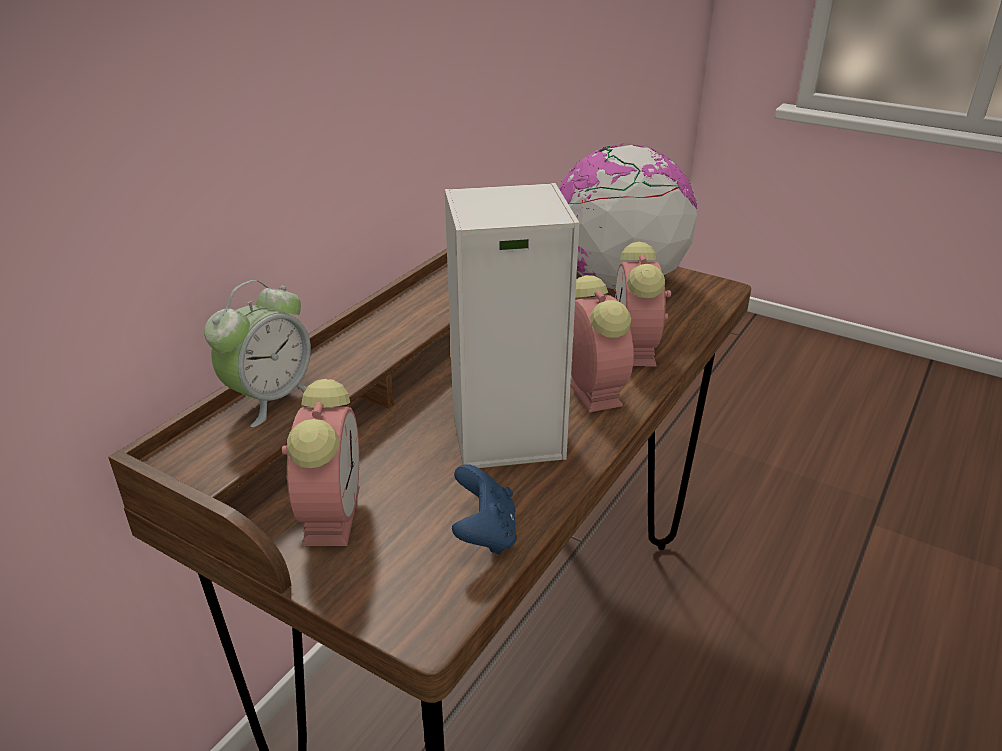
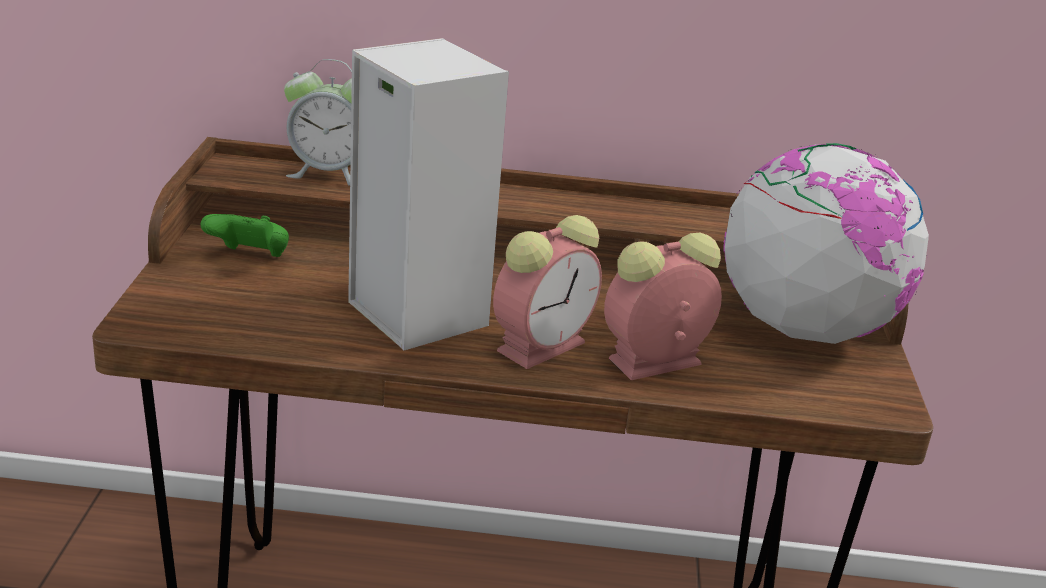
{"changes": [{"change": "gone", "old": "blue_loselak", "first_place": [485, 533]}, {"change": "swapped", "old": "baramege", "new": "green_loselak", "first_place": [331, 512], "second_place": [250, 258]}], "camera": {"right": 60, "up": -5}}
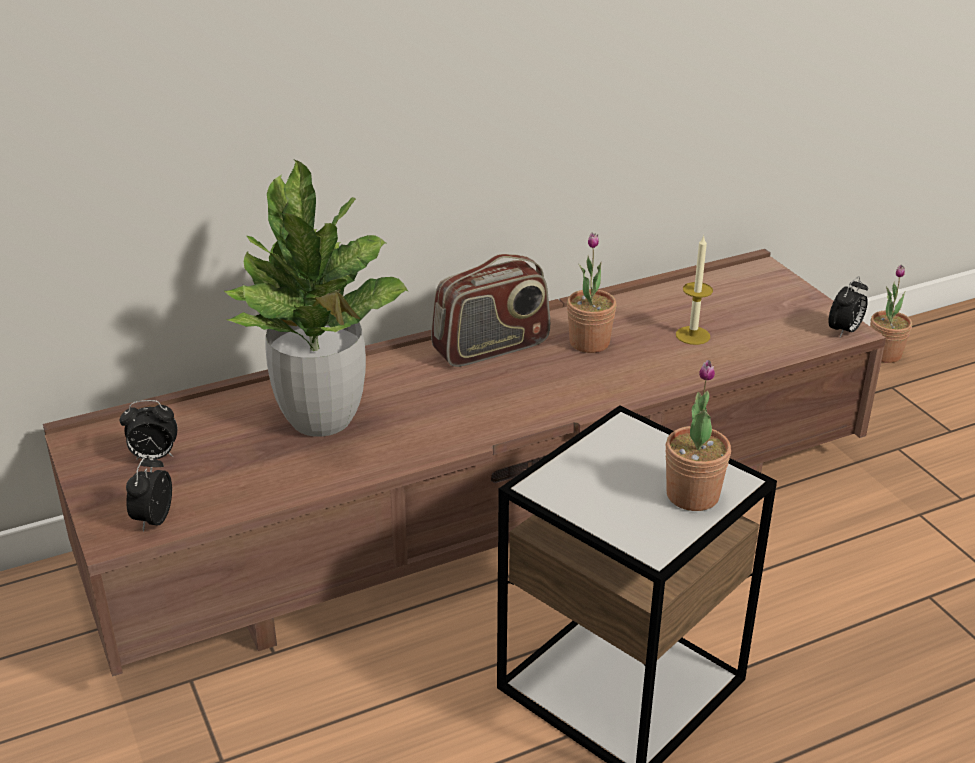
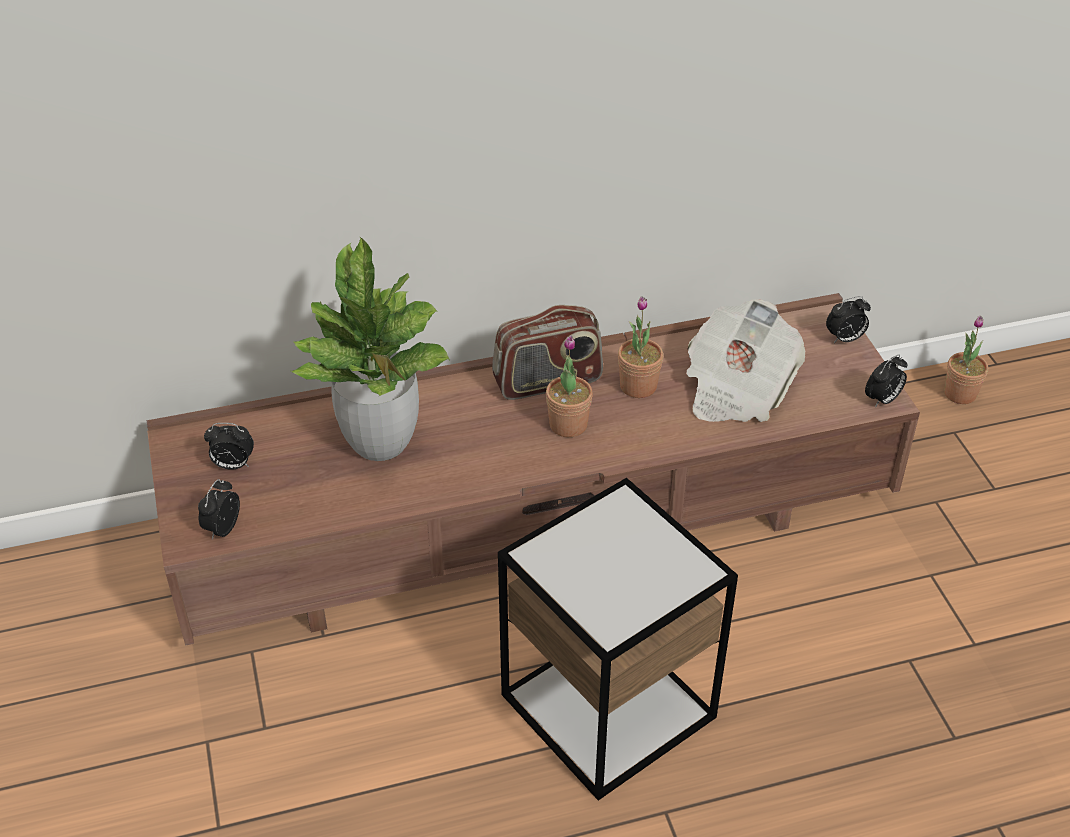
{"changes": [{"change": "new", "new": "baramege", "second_place": [844, 339]}, {"change": "shifted", "old": "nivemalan", "first_place": [692, 495], "second_place": [568, 425]}, {"change": "swapped", "old": "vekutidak", "new": "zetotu", "first_place": [693, 335], "second_place": [736, 388]}], "camera": {"right": 10, "up": 10}}
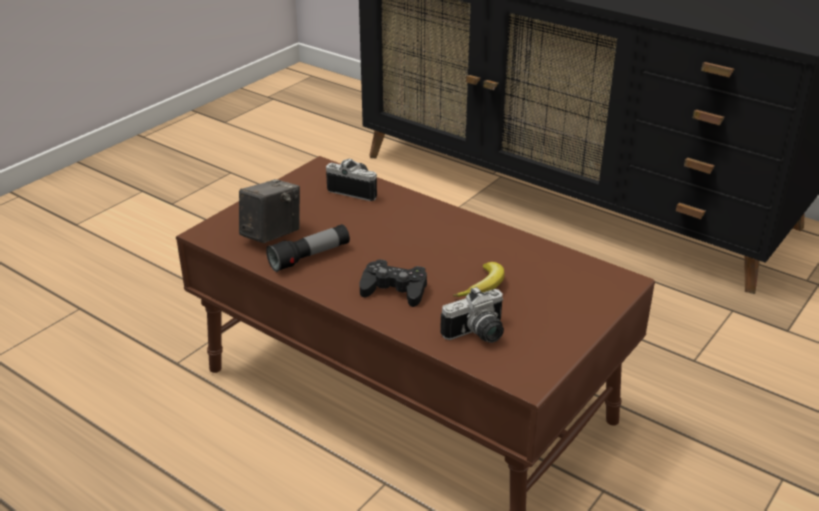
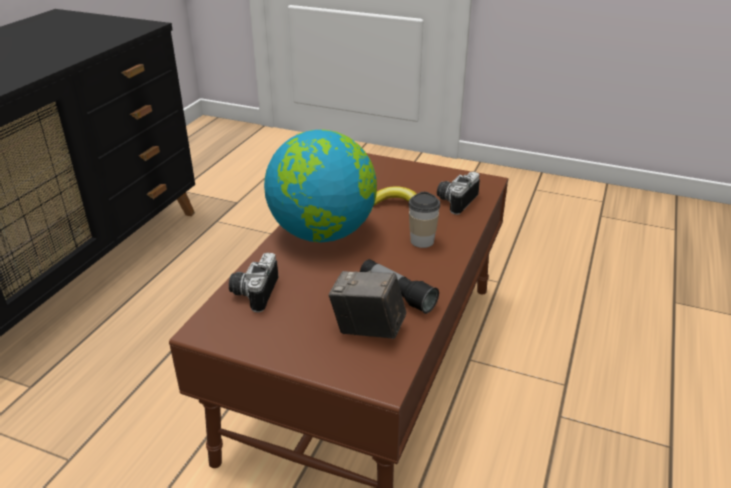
{"changes": [{"change": "new", "new": "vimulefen", "second_place": [323, 233]}, {"change": "swapped", "old": "black_loselak", "new": "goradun", "first_place": [394, 290], "second_place": [422, 241]}, {"change": "rotated", "old": "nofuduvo", "first_place": [478, 335], "second_place": [455, 201], "degrees": -105}], "camera": {"right": -105, "up": 0}}
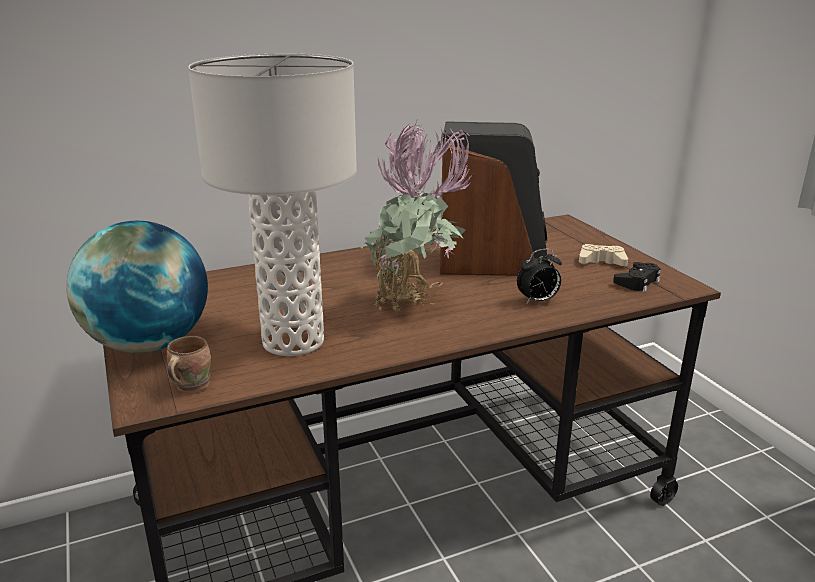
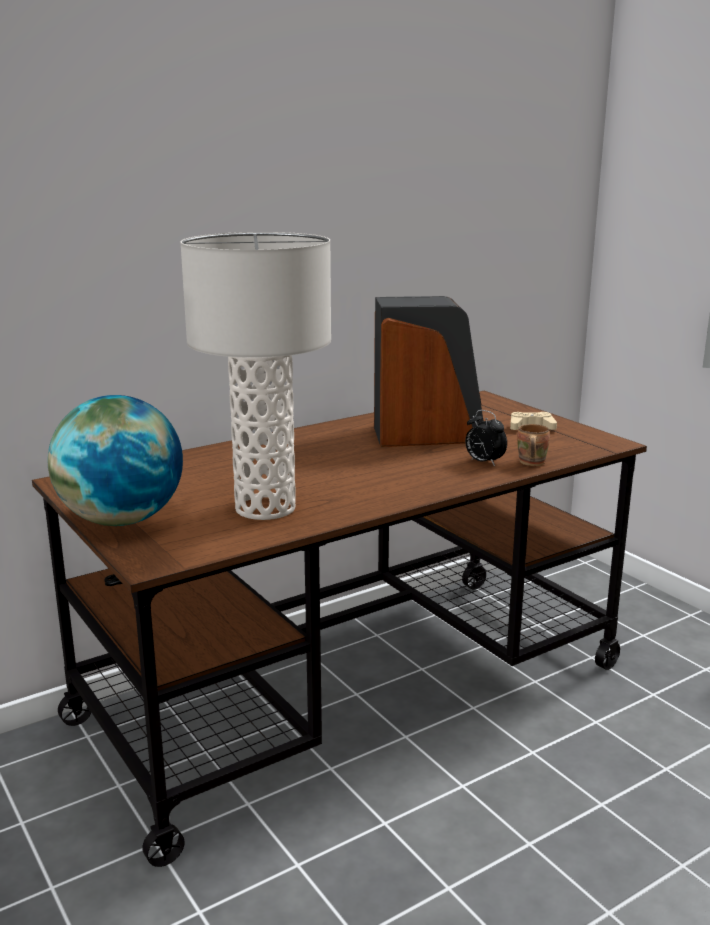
{"changes": [{"change": "gone", "old": "nivemalan", "first_place": [414, 308]}, {"change": "gone", "old": "black_loselak", "first_place": [637, 282]}, {"change": "shifted", "old": "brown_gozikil", "first_place": [189, 386], "second_place": [530, 463]}, {"change": "rotated", "old": "baramege", "first_place": [537, 301], "second_place": [483, 462], "degrees": 75}], "camera": {"right": -10, "up": -5}}
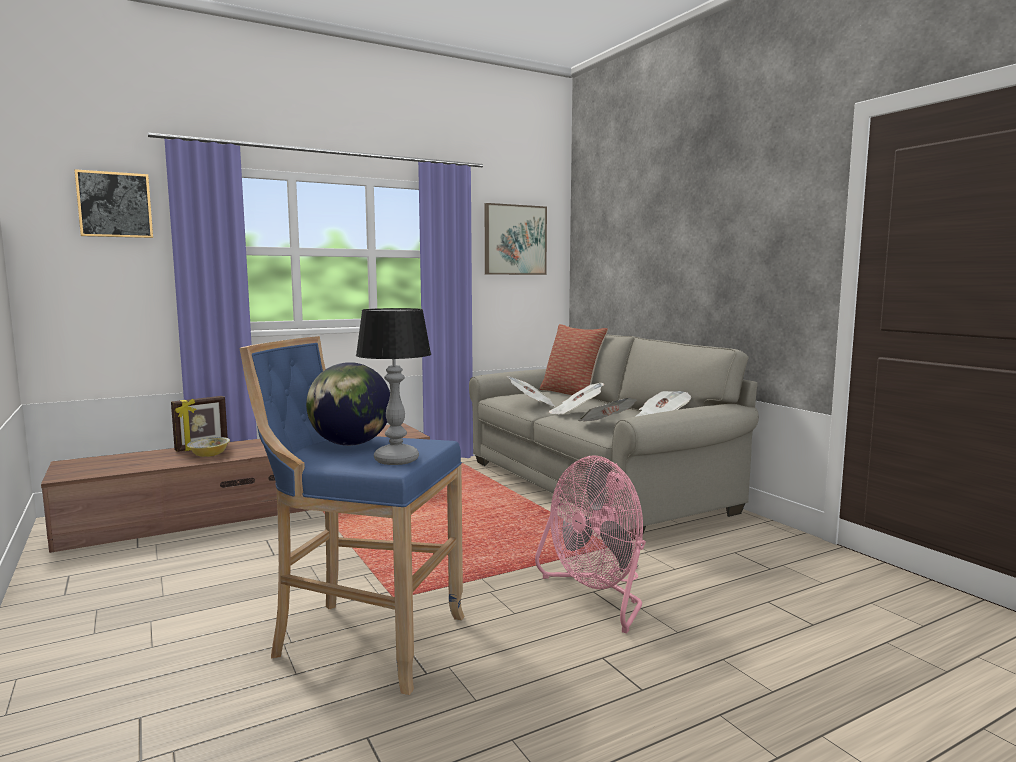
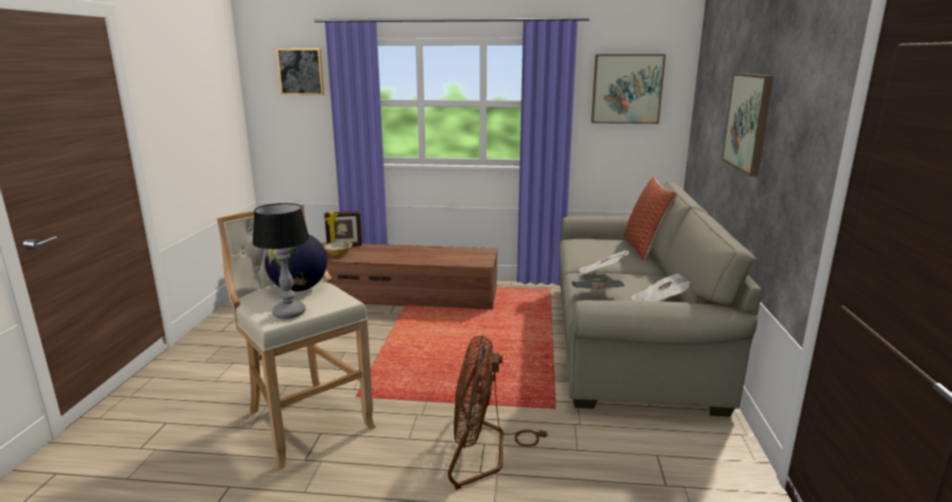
{"changes": [{"change": "gone", "old": "zetotu", "first_place": [532, 404]}, {"change": "new", "new": "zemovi", "second_place": [748, 122]}, {"change": "repainted", "old": "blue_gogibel", "new": "beige_gogibel", "first_place": [363, 639], "second_place": [304, 420]}, {"change": "repainted", "old": "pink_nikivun", "new": "brown_nikivun", "first_place": [600, 594], "second_place": [485, 448]}], "camera": {"right": 35, "up": 10}}
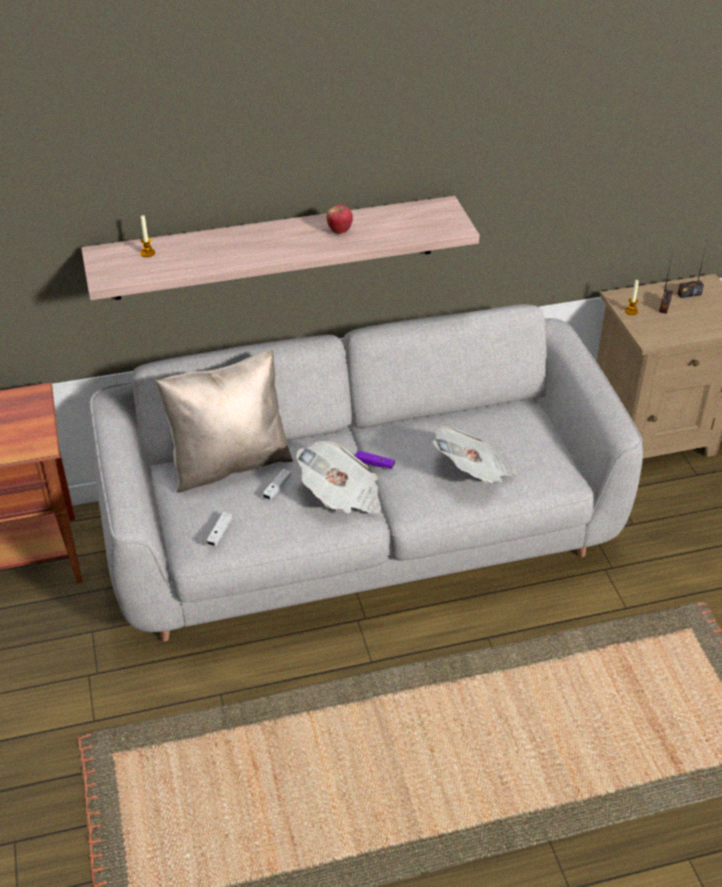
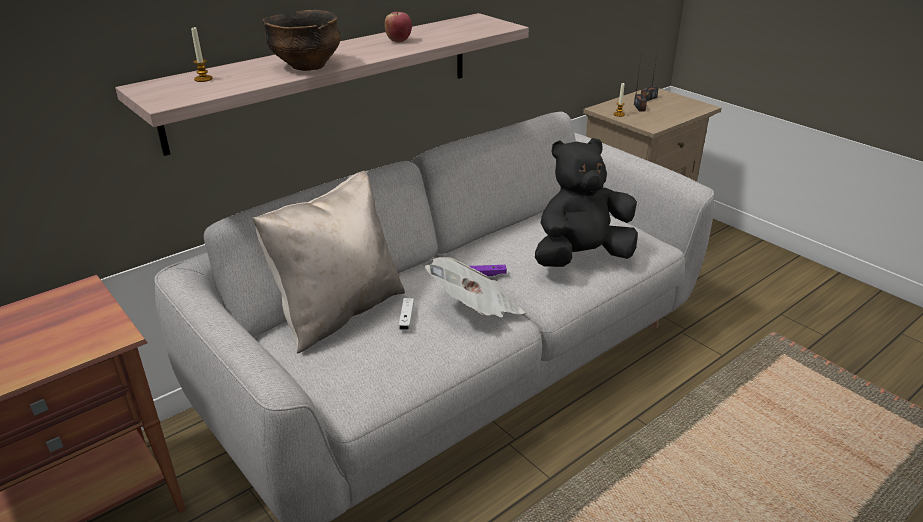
{"changes": [{"change": "gone", "old": "white_loselak", "first_place": [219, 533]}, {"change": "new", "new": "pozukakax", "second_place": [307, 66]}, {"change": "swapped", "old": "zetotu", "new": "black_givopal", "first_place": [474, 472], "second_place": [581, 257]}], "camera": {"right": -25, "up": -10}}
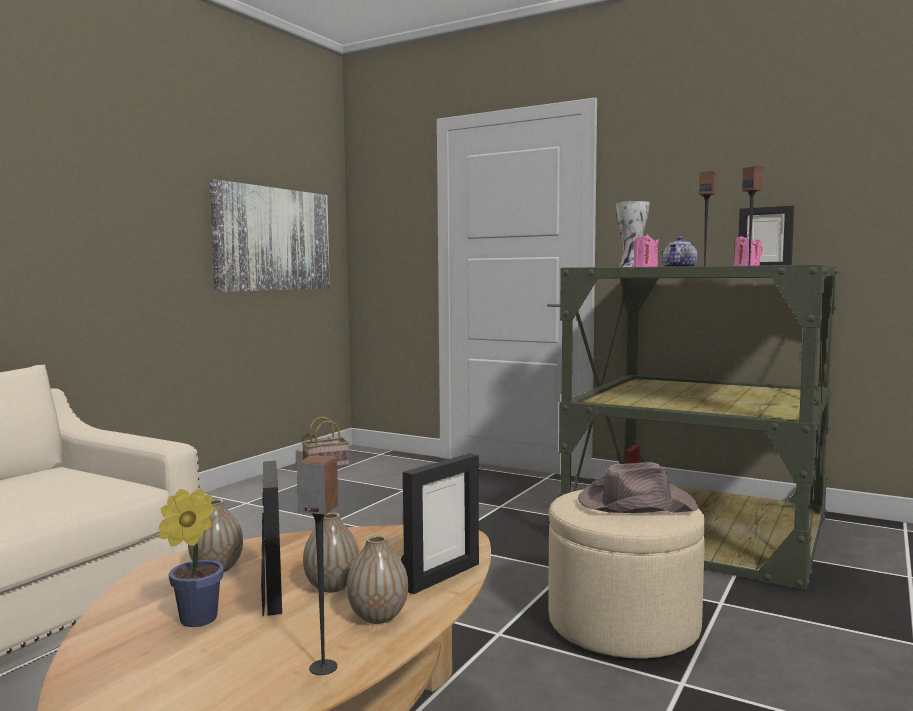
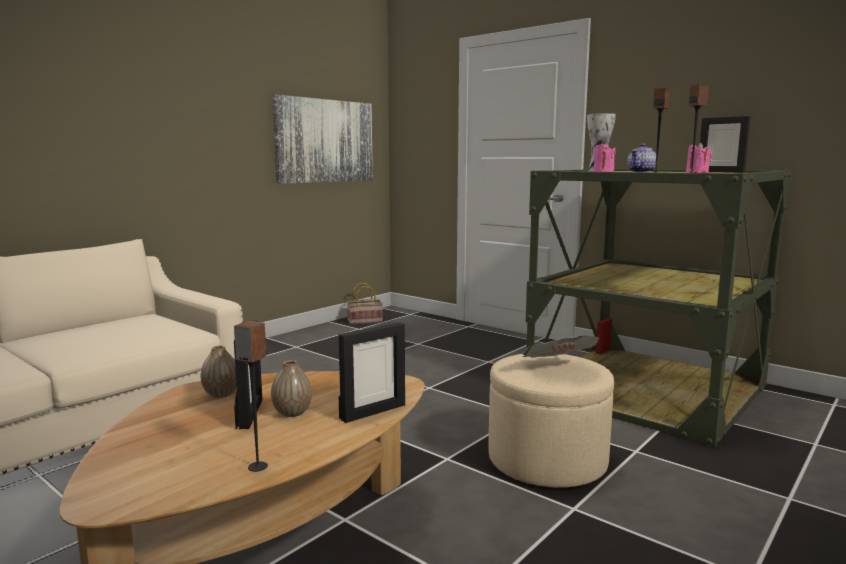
{"changes": [{"change": "gone", "old": "nivemalan", "first_place": [193, 620]}, {"change": "gone", "old": "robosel", "first_place": [378, 616]}, {"change": "swapped", "old": "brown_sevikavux", "new": "zetotu", "first_place": [635, 504], "second_place": [558, 367]}], "camera": {"right": 10, "up": 5}}
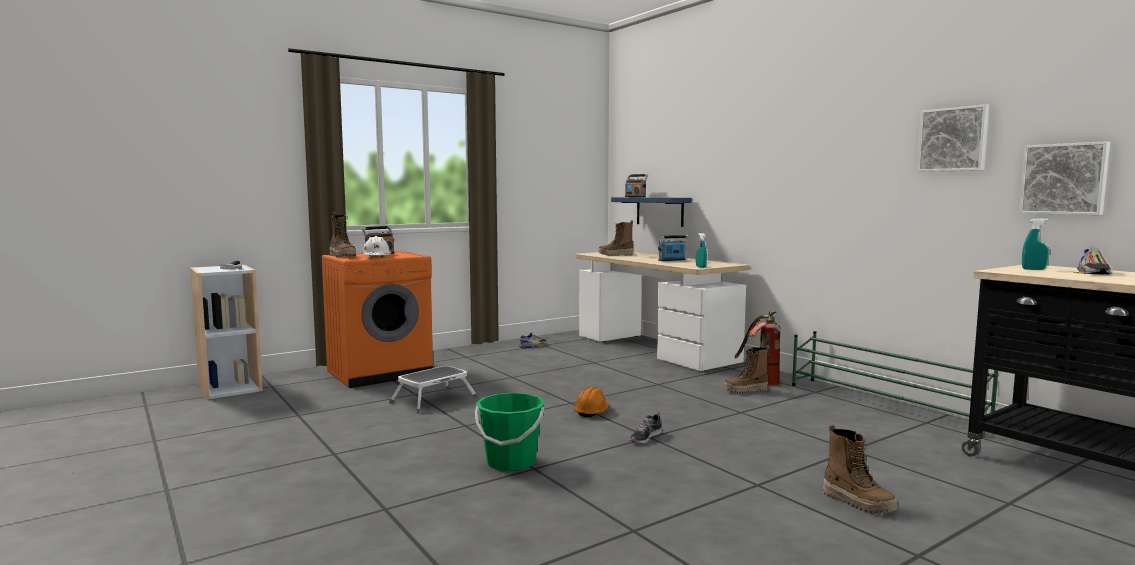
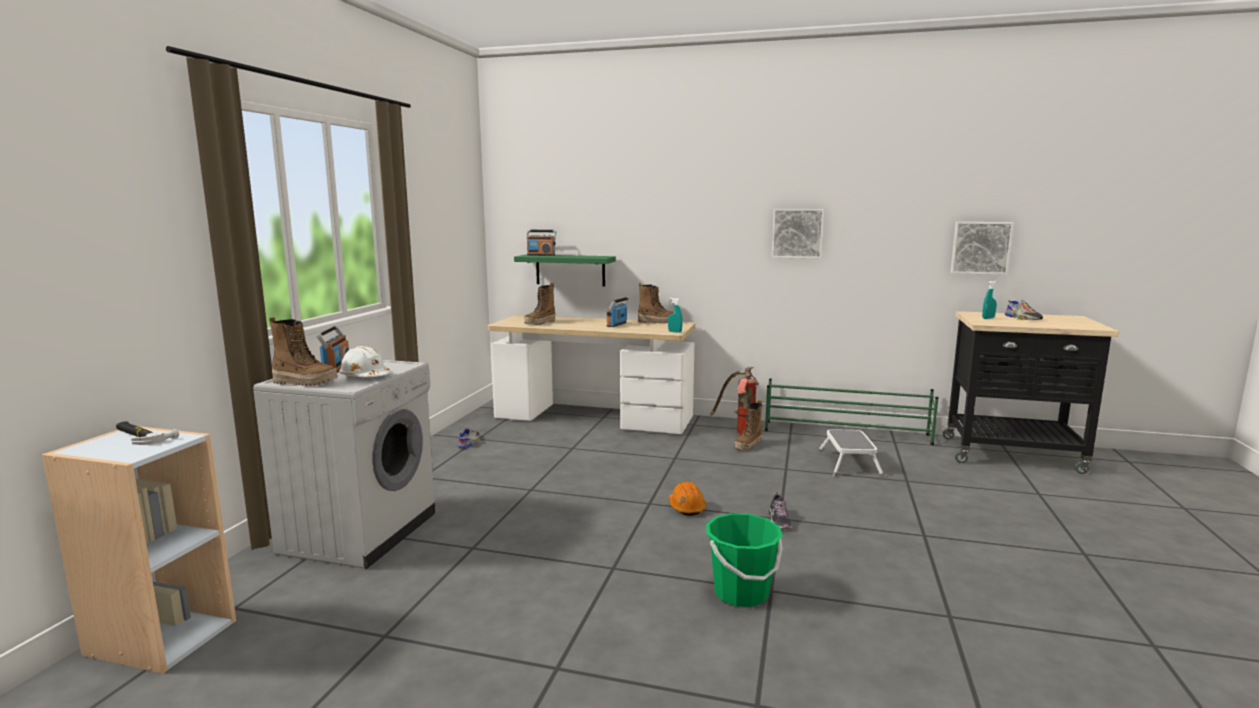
{"changes": [{"change": "shifted", "old": "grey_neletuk", "first_place": [434, 400], "second_place": [849, 463]}, {"change": "shifted", "old": "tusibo", "first_place": [858, 503], "second_place": [657, 322]}, {"change": "shifted", "old": "zemovi", "first_place": [953, 139], "second_place": [797, 233]}, {"change": "repainted", "old": "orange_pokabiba", "new": "white_pokabiba", "first_place": [381, 373], "second_place": [363, 533]}, {"change": "repainted", "old": "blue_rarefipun", "new": "green_rarefipun", "first_place": [659, 211], "second_place": [570, 270]}], "camera": {"right": -40, "up": 5}}
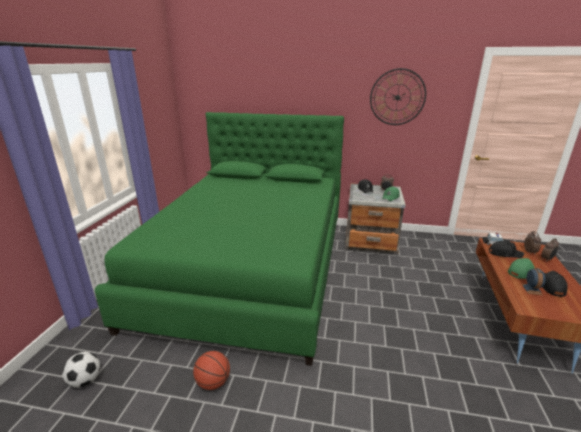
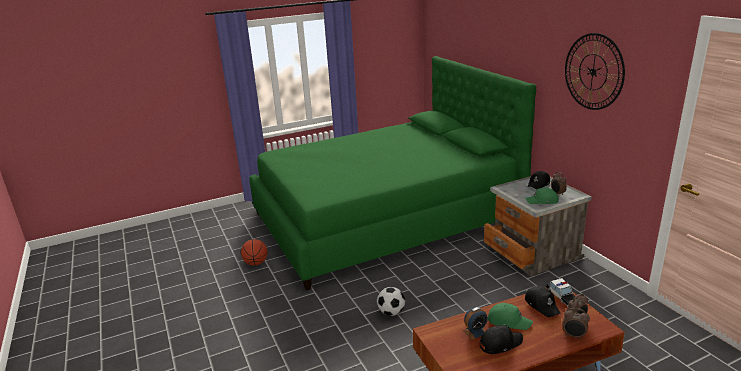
{"changes": [{"change": "shifted", "old": "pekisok", "first_place": [86, 380], "second_place": [391, 312]}], "camera": {"right": 55, "up": 0}}
